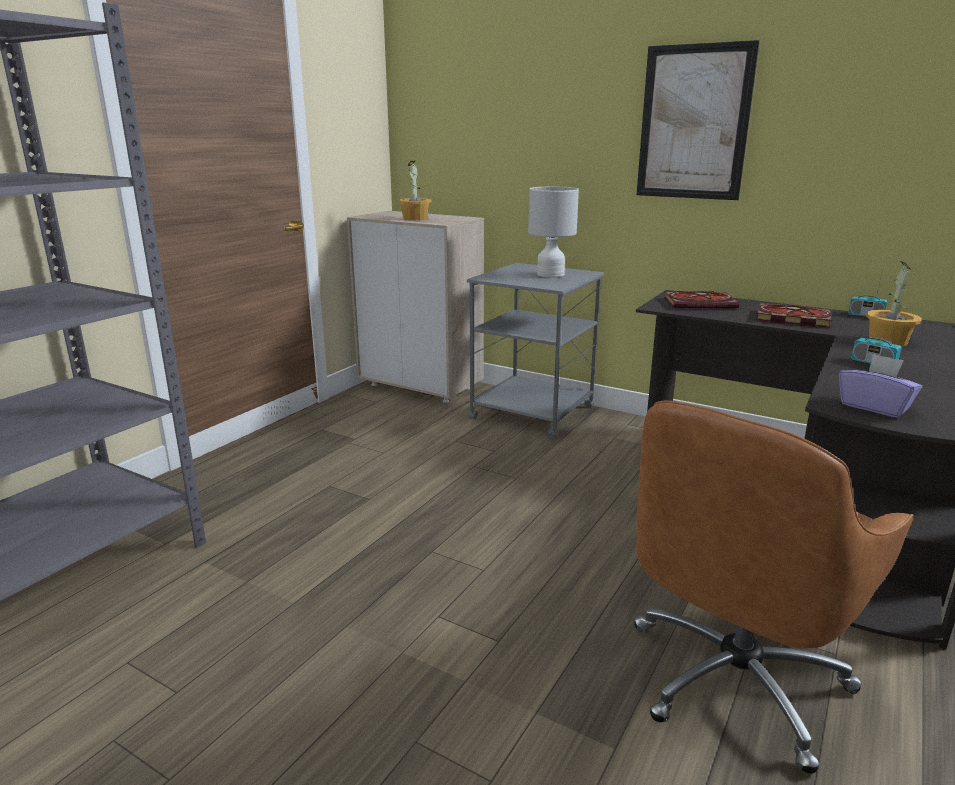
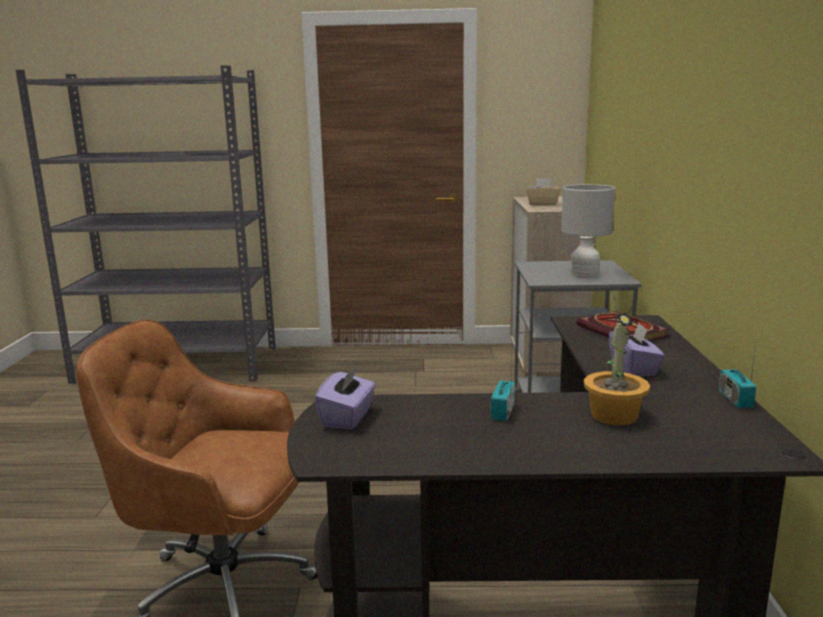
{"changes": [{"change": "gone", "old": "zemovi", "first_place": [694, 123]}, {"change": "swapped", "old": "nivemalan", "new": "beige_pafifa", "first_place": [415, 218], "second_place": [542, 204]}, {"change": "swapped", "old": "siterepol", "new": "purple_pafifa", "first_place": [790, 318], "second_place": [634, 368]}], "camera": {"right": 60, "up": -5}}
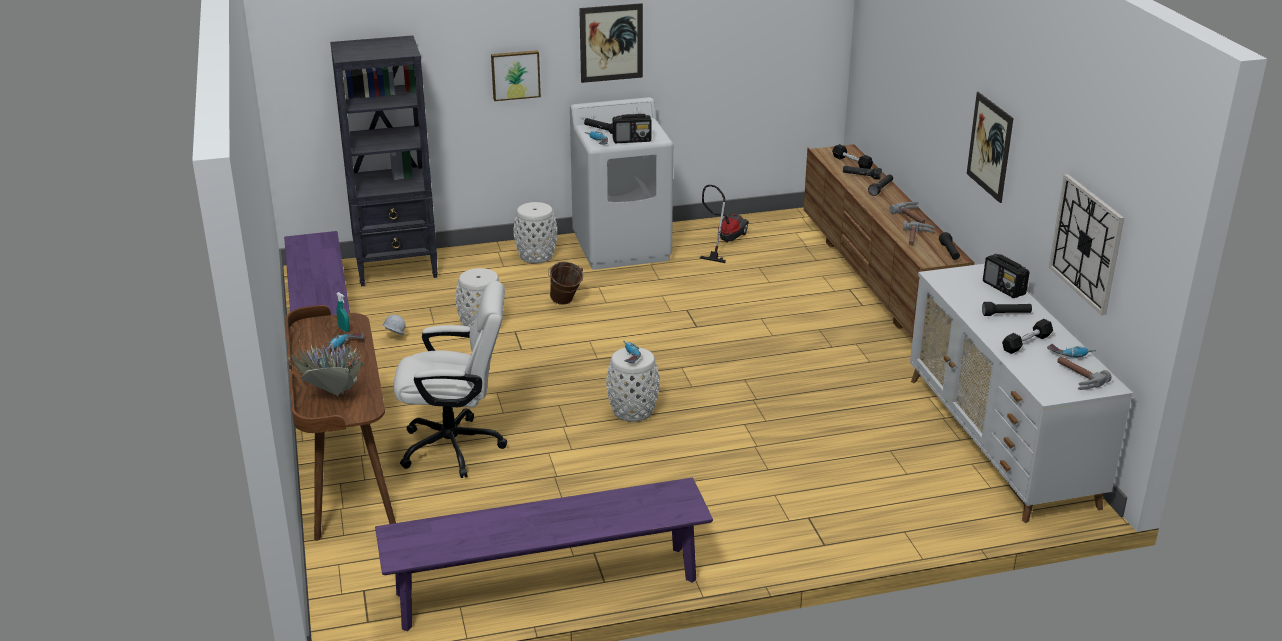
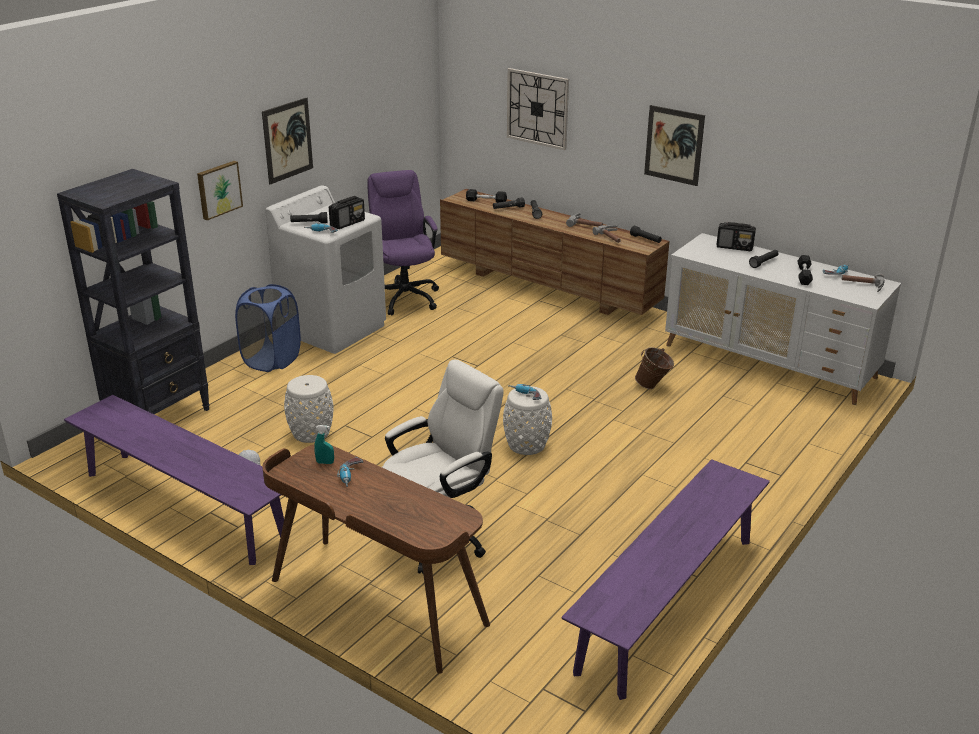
{"changes": [{"change": "gone", "old": "nivemalan", "first_place": [333, 397]}, {"change": "shifted", "old": "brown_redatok", "first_place": [565, 303], "second_place": [653, 386]}, {"change": "shifted", "old": "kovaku", "first_place": [1086, 243], "second_place": [537, 108]}, {"change": "swapped", "old": "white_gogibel", "new": "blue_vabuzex", "first_place": [536, 256], "second_place": [272, 360]}, {"change": "swapped", "old": "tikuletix", "new": "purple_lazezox", "first_place": [724, 241], "second_place": [403, 297]}], "camera": {"right": -40, "up": 0}}
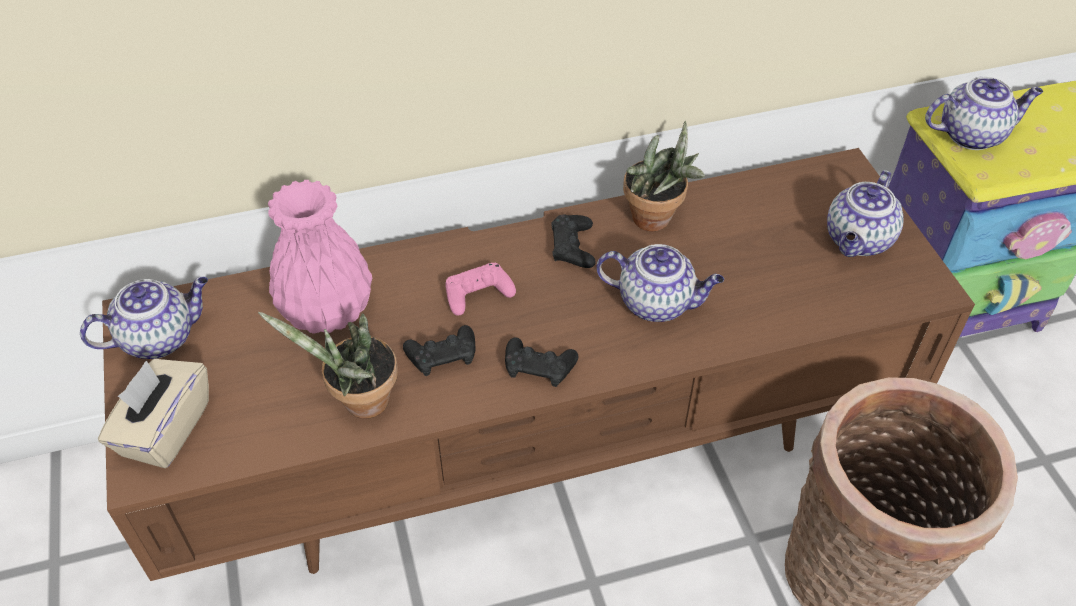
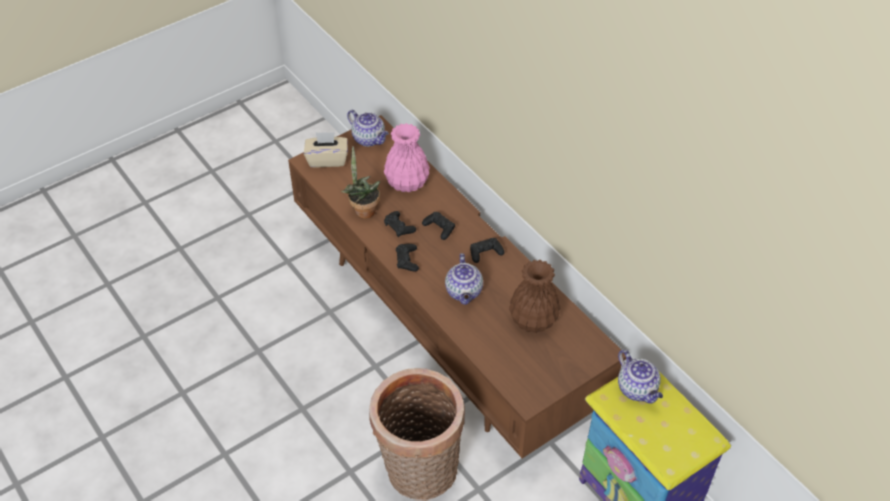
{"changes": [{"change": "gone", "old": "nivemalan", "first_place": [657, 221]}, {"change": "gone", "old": "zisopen", "first_place": [858, 241]}, {"change": "new", "new": "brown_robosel", "second_place": [534, 320]}, {"change": "repainted", "old": "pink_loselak", "new": "black_loselak", "first_place": [478, 294], "second_place": [439, 228]}], "camera": {"right": 70, "up": 0}}
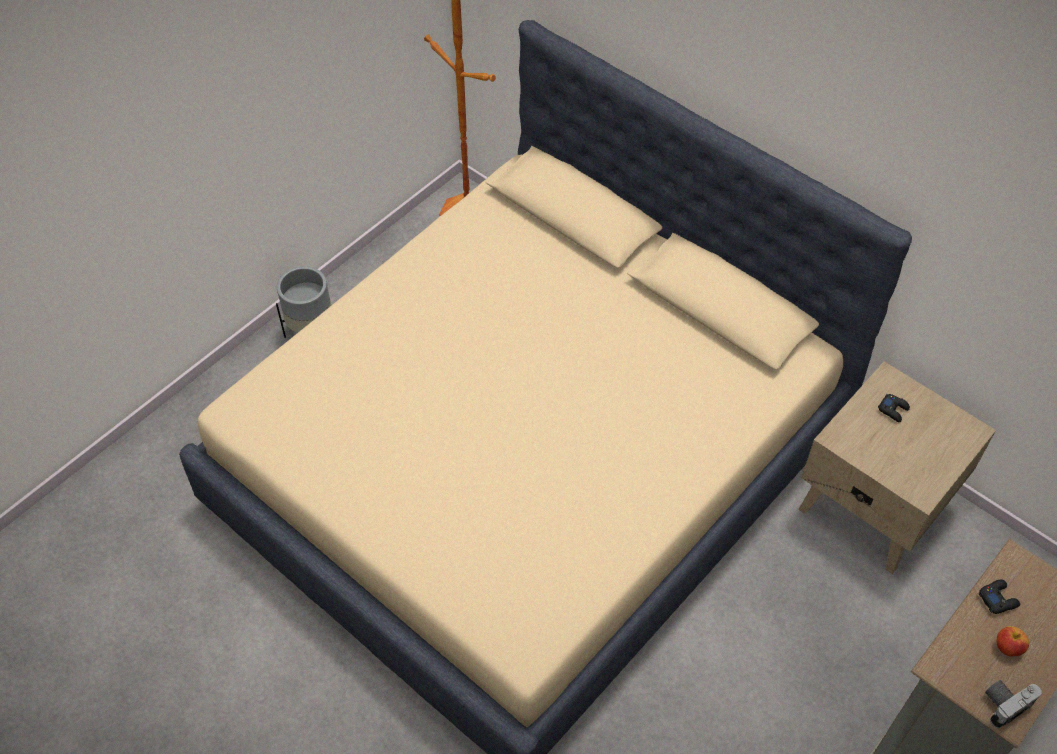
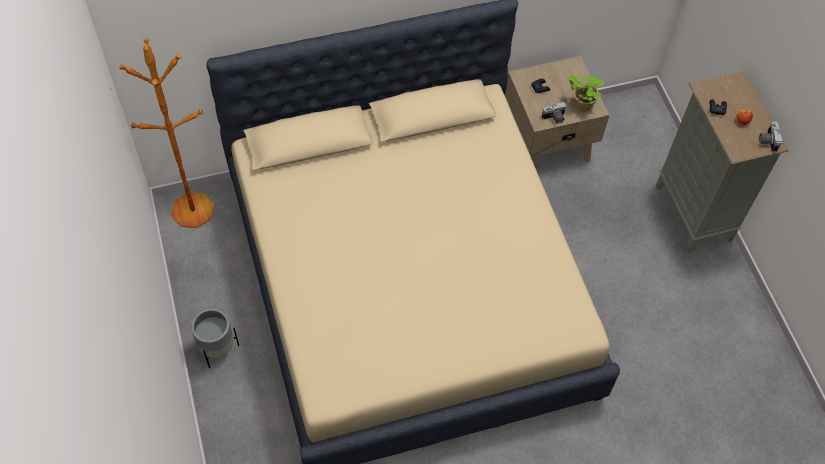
{"changes": [{"change": "new", "new": "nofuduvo", "second_place": [554, 118]}, {"change": "new", "new": "nivemalan", "second_place": [581, 105]}], "camera": {"right": -60, "up": 5}}
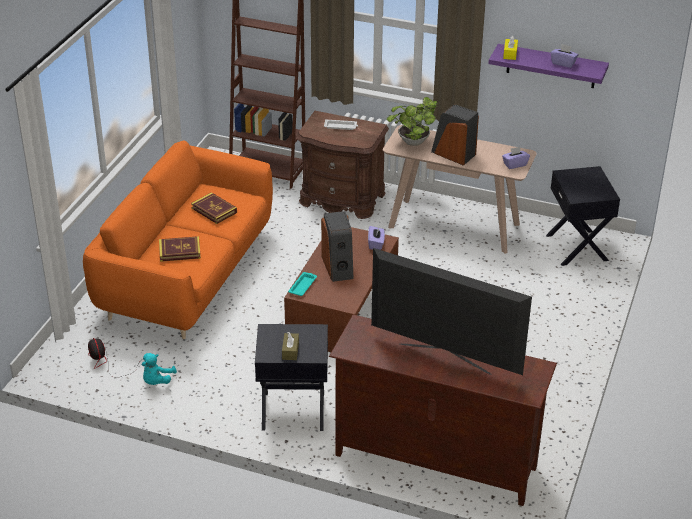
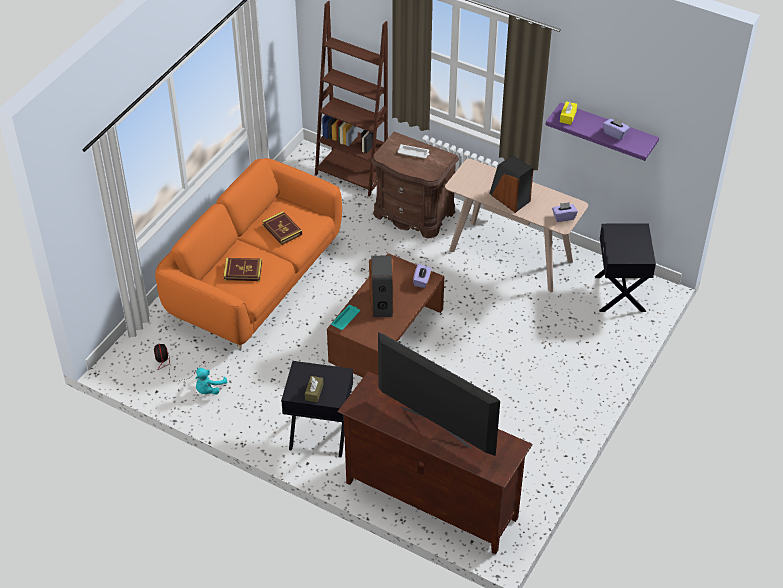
{"changes": [{"change": "gone", "old": "nivemalan", "first_place": [411, 143]}], "camera": {"right": 10, "up": 10}}
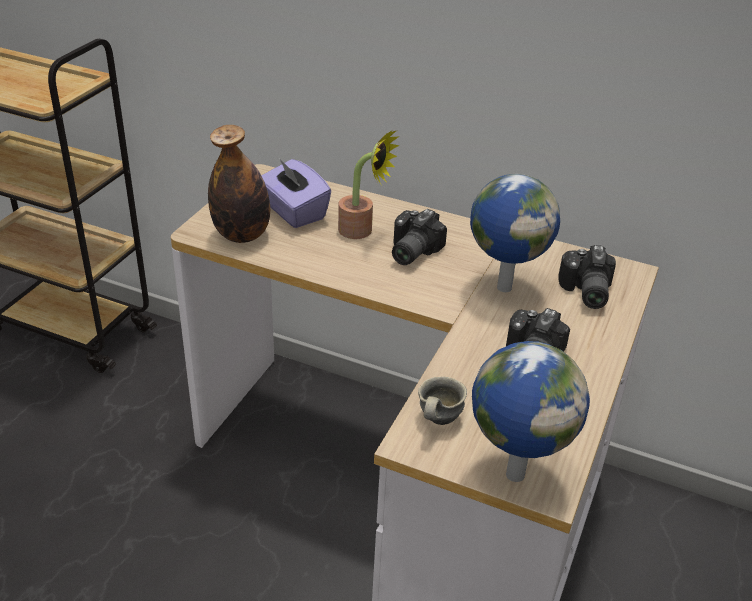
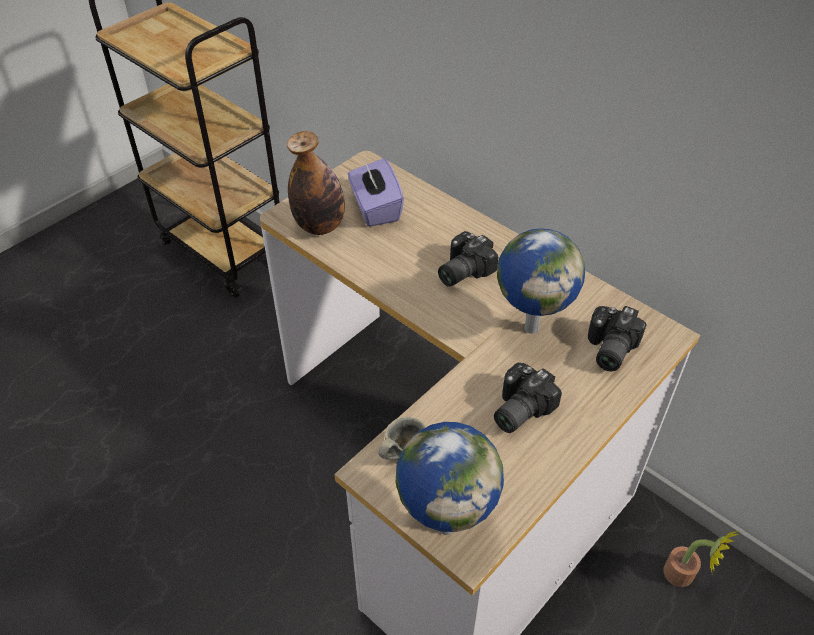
{"changes": [{"change": "shifted", "old": "nivemalan", "first_place": [362, 231], "second_place": [684, 577]}], "camera": {"right": 20, "up": 10}}
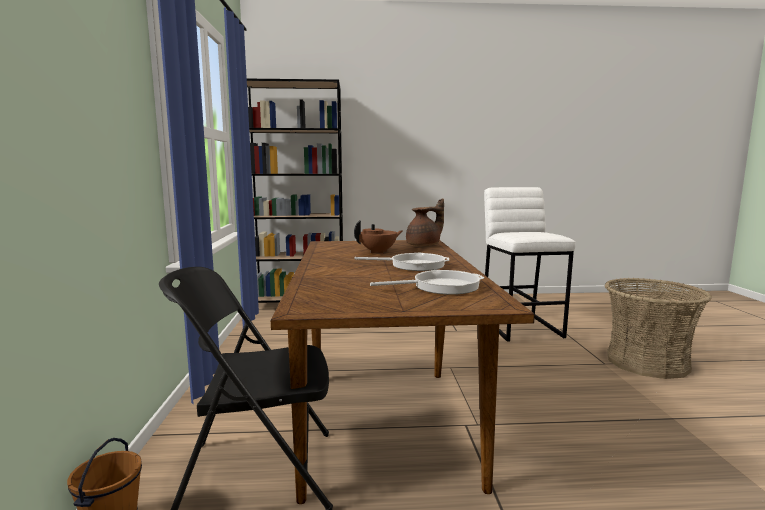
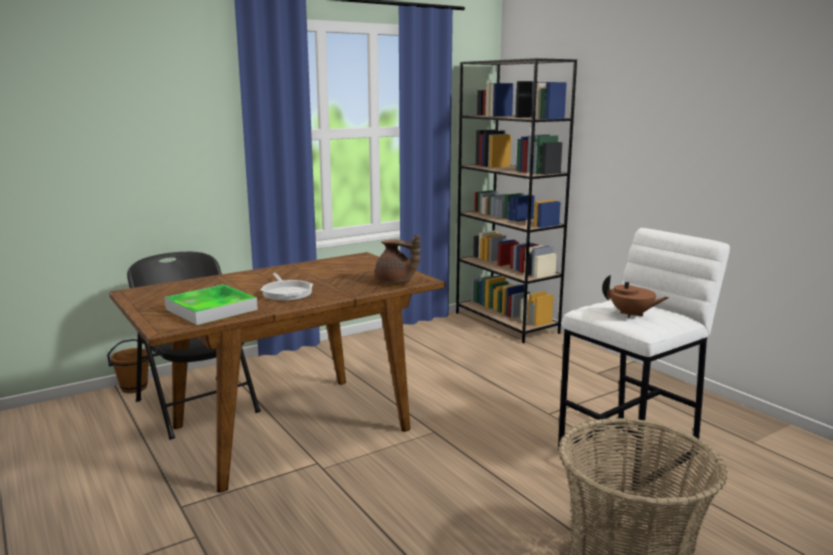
{"changes": [{"change": "shifted", "old": "brown_zisopen", "first_place": [378, 252], "second_place": [631, 314]}, {"change": "swapped", "old": "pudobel", "new": "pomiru", "first_place": [441, 287], "second_place": [211, 309]}], "camera": {"right": 60, "up": 5}}
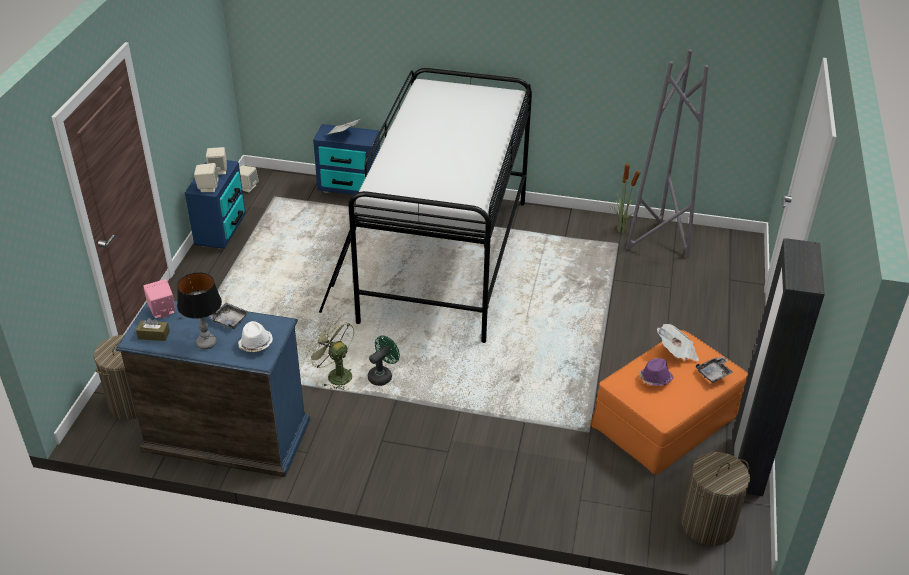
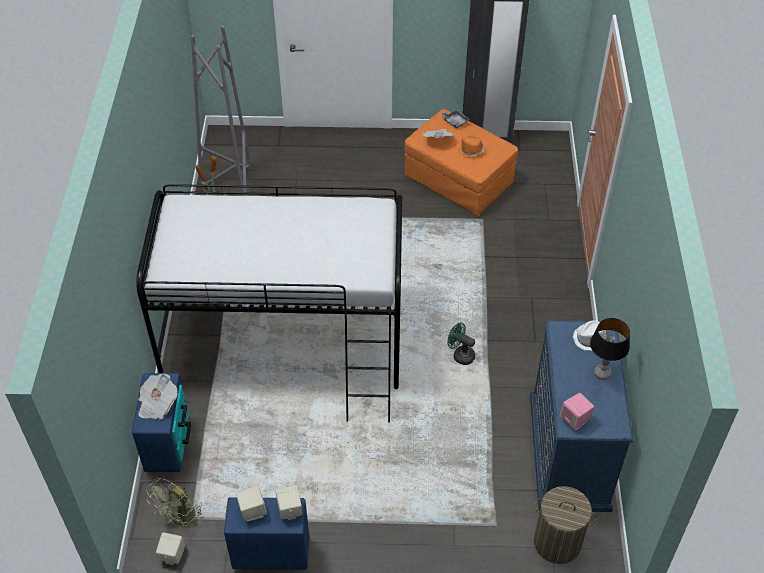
{"changes": [{"change": "gone", "old": "brown_pafifa", "first_place": [154, 335]}, {"change": "gone", "old": "grey_pomiru", "first_place": [228, 320]}, {"change": "gone", "old": "vabuzex", "first_place": [707, 524]}, {"change": "shifted", "old": "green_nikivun", "first_place": [335, 374], "second_place": [180, 519]}, {"change": "repainted", "old": "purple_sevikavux", "new": "orange_sevikavux", "first_place": [655, 379], "second_place": [471, 150]}], "camera": {"right": -100, "up": 10}}
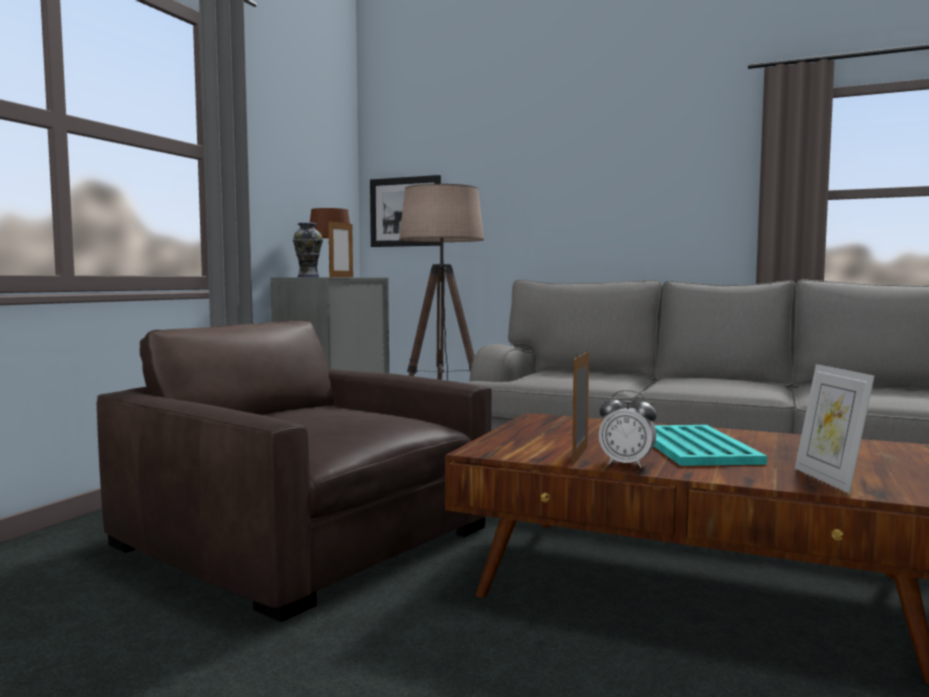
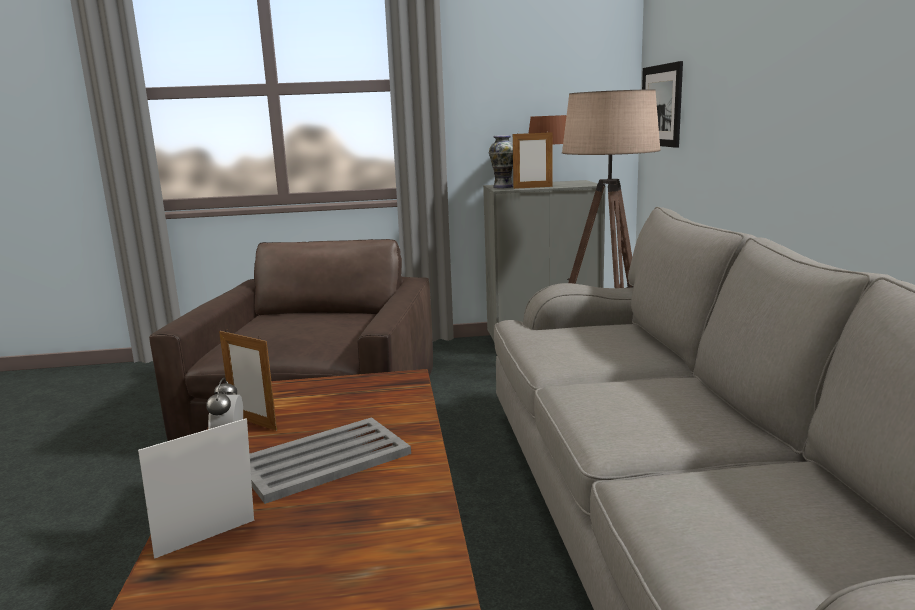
{"changes": [{"change": "repainted", "old": "turquoise_pomiru", "new": "grey_pomiru", "first_place": [694, 446], "second_place": [326, 459]}, {"change": "rotated", "old": "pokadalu", "first_place": [580, 455], "second_place": [253, 422], "degrees": -135}], "camera": {"right": 60, "up": 10}}
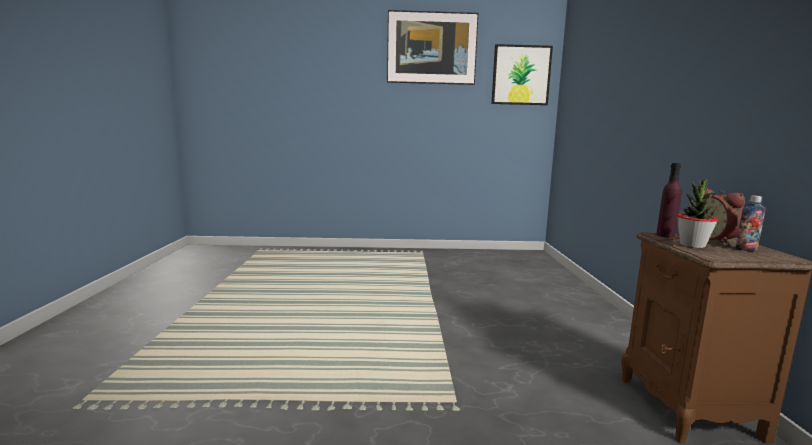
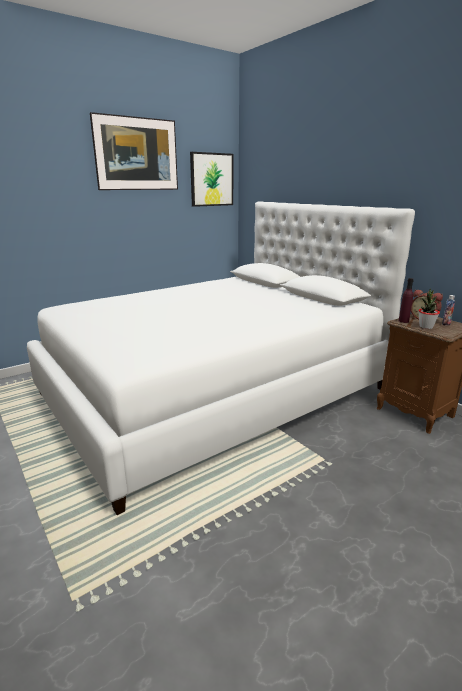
{"changes": [{"change": "new", "new": "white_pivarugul", "second_place": [215, 391]}], "camera": {"right": -35, "up": 10}}
